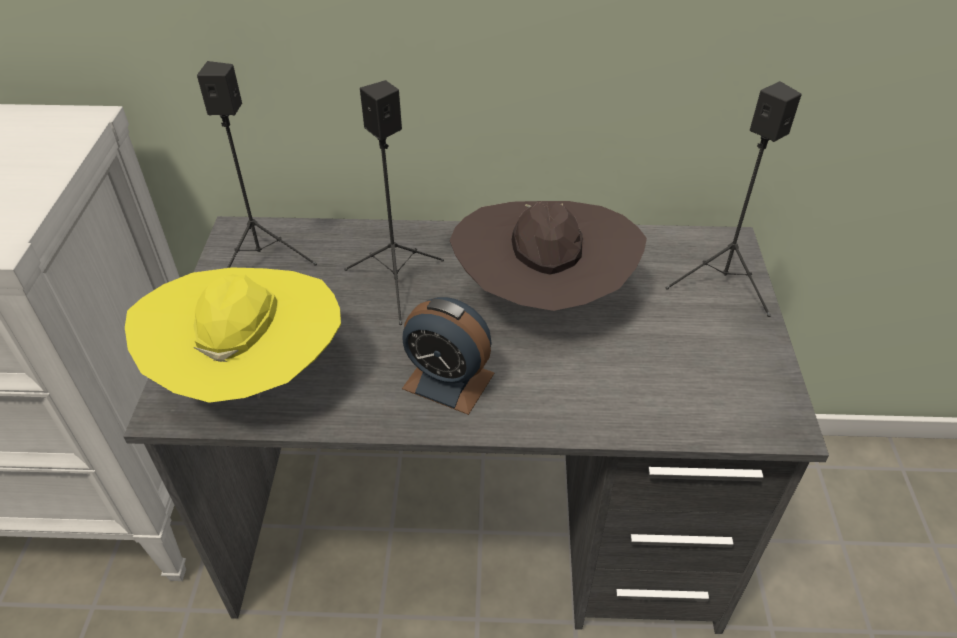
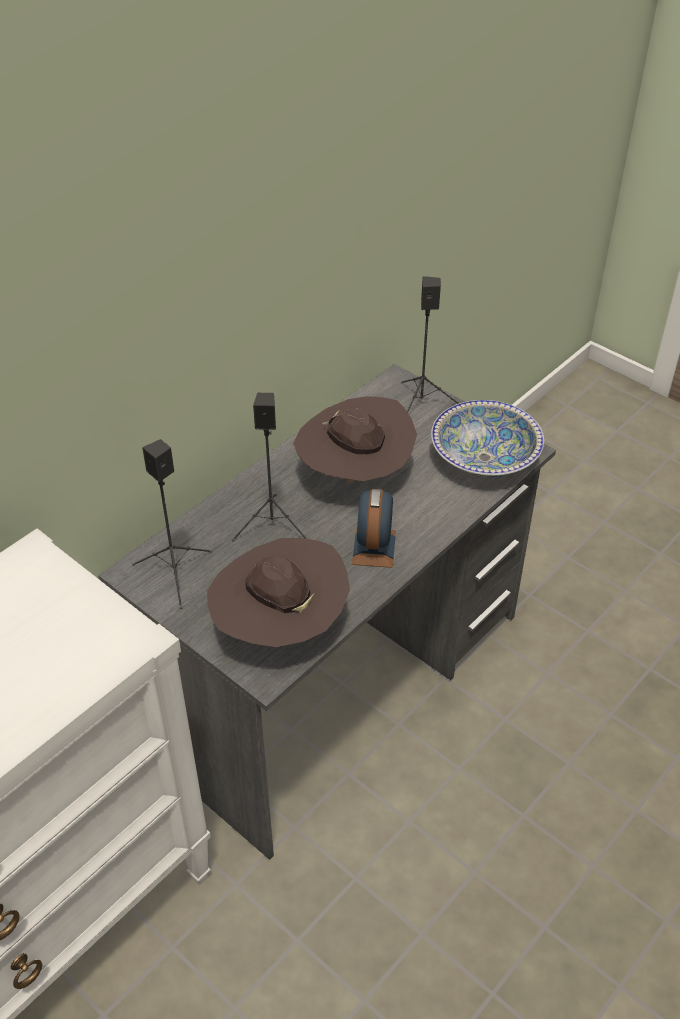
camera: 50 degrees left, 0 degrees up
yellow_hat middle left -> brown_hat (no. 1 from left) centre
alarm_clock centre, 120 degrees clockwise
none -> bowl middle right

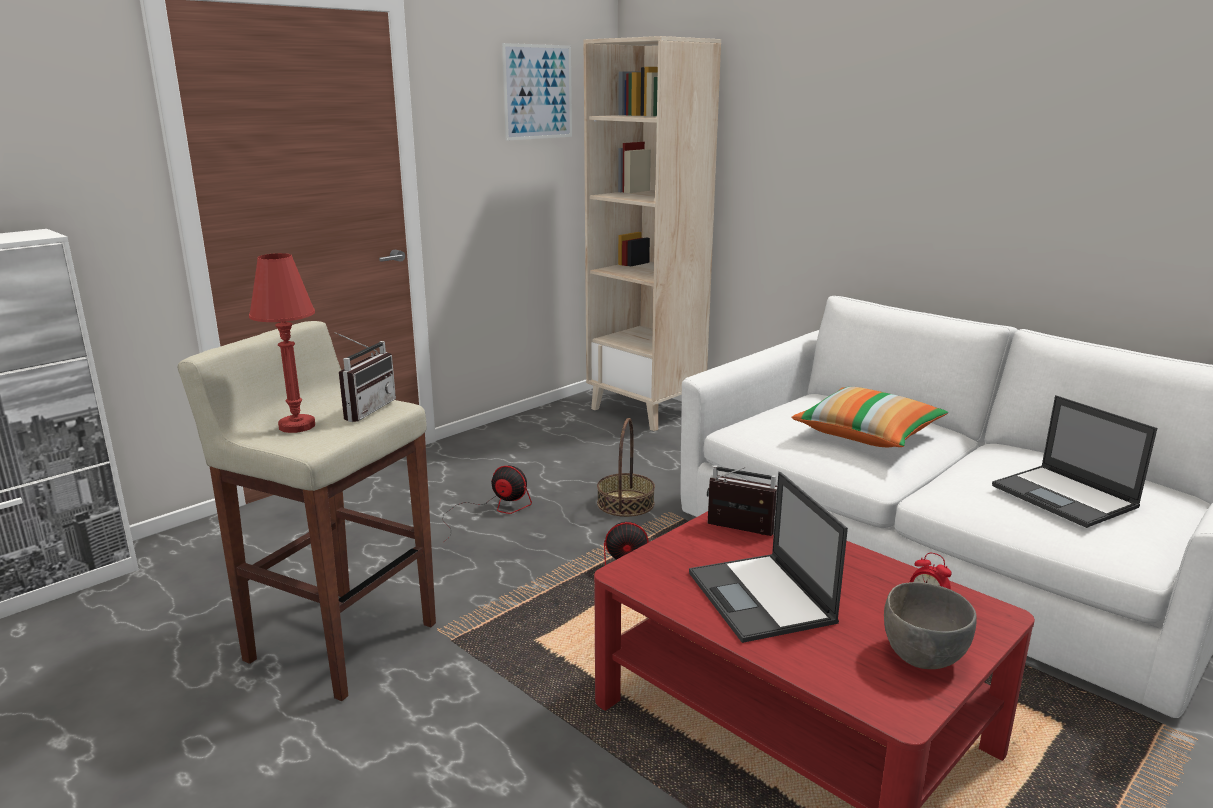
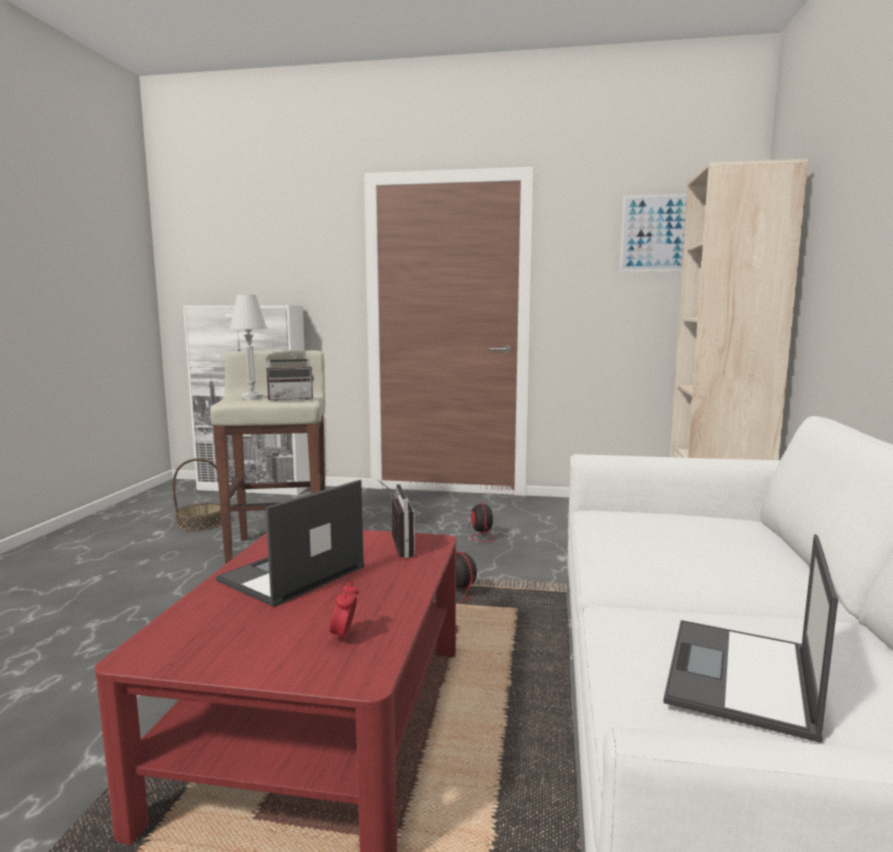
camera: 55 degrees right, 10 degrees down
red_table_lamp middle left -> white_table_lamp middle left
pillow middle right -> none
basket centre -> basket middle left, shifted
grey_bowl bottom right -> none

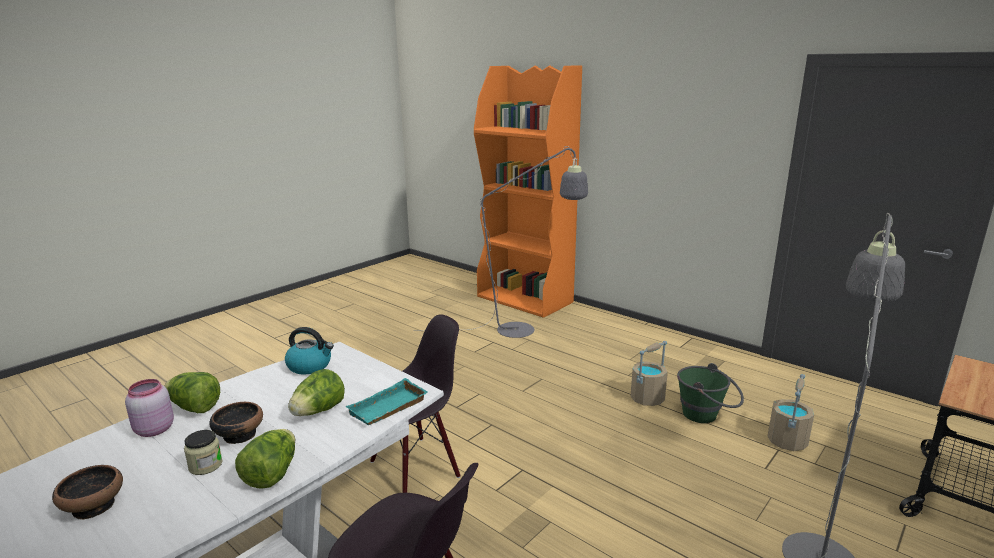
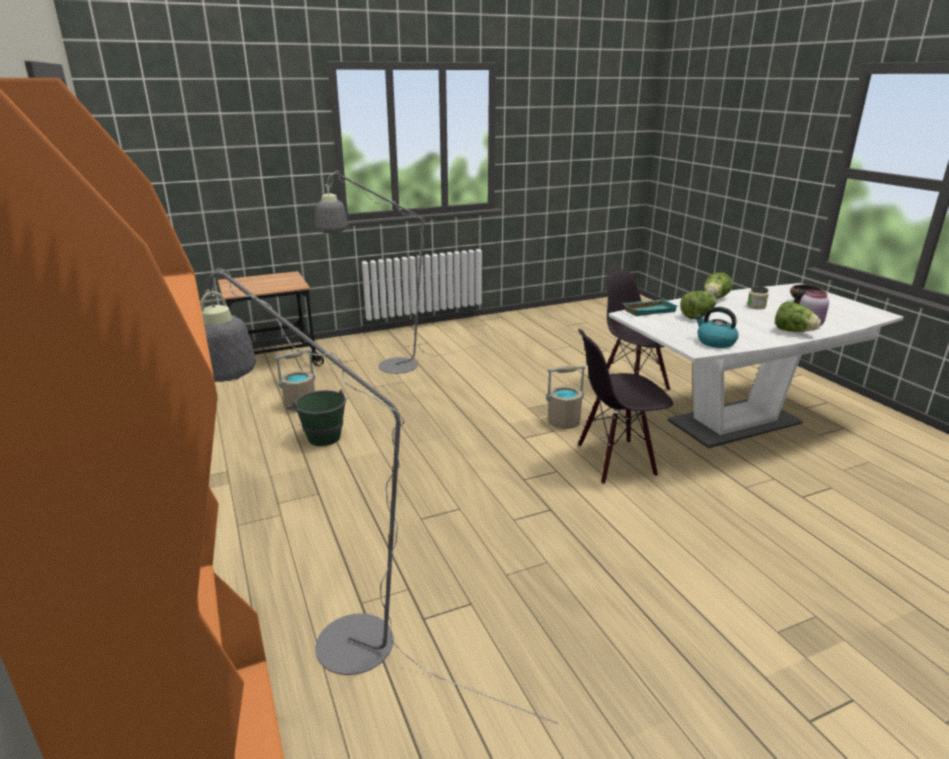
camera: 155 degrees left, 5 degrees up
beige_bucket (no. 1 from left in the first image) bottom centre -> beige_bucket (no. 2 from left) centre, shifted
bowl (no. 2 from left) bottom left -> none

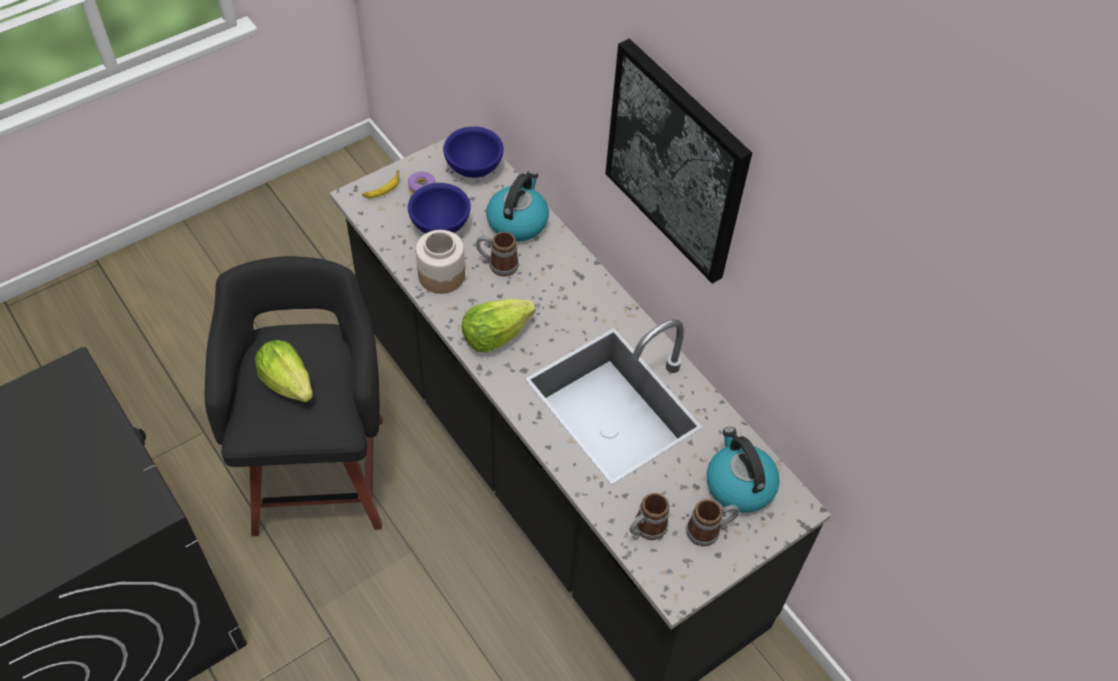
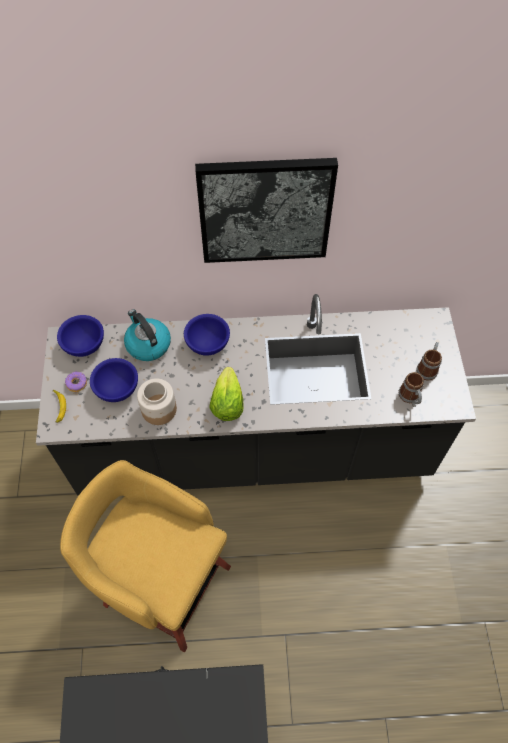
camera: 55 degrees left, 5 degrees up
mug (no. 1 from left) centre -> none
black_stool middle left -> yellow_stool bottom left
lettuce (no. 1 from left) middle left -> none
kettle (no. 2 from left) bottom centre -> none
none -> blue_bowl (no. 3 from left) centre

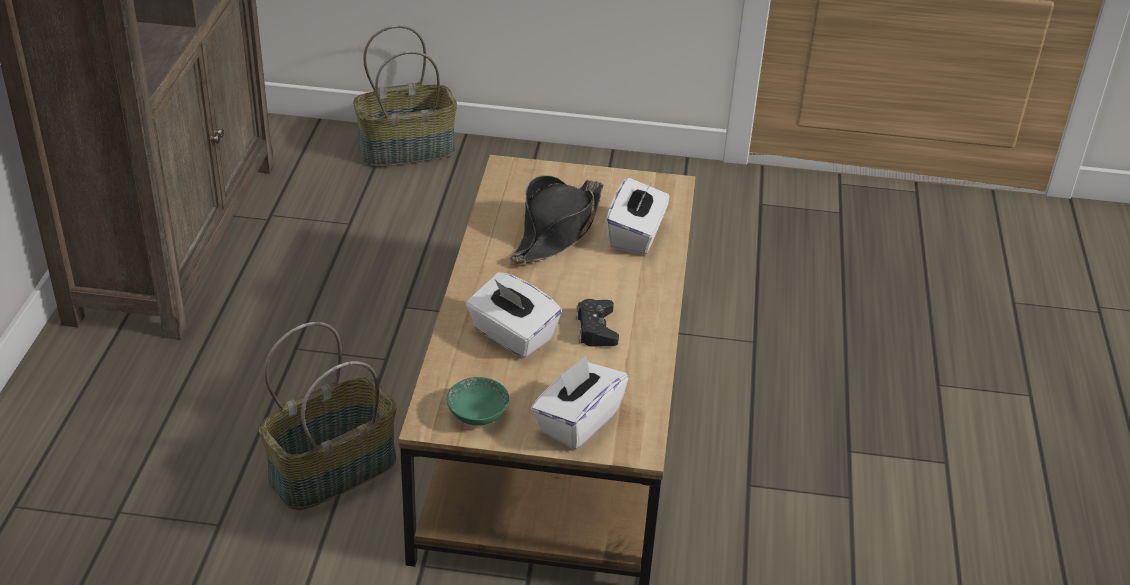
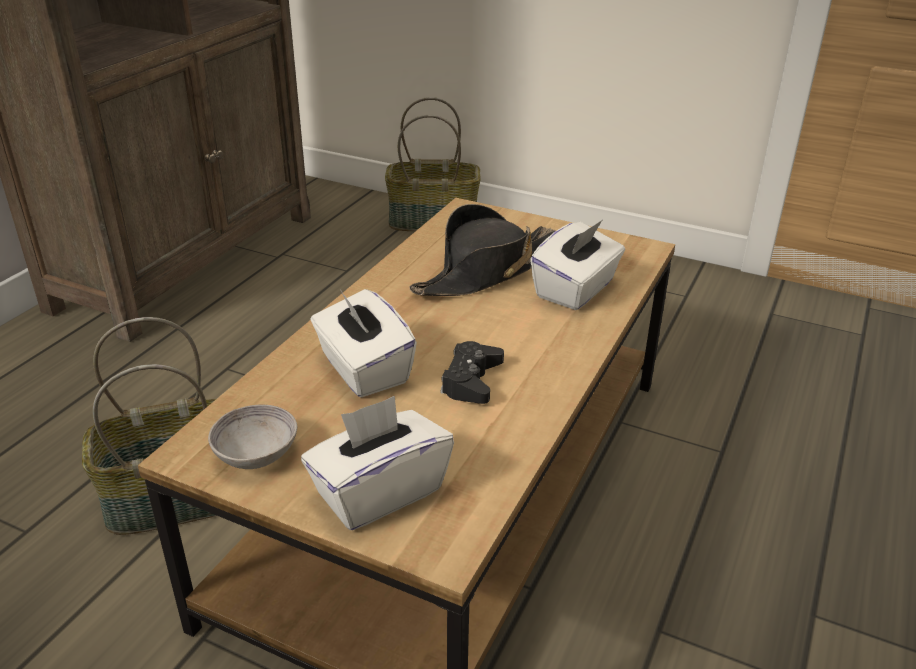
camera: 20 degrees right, 5 degrees down
green_bowl bottom centre -> grey_bowl middle left

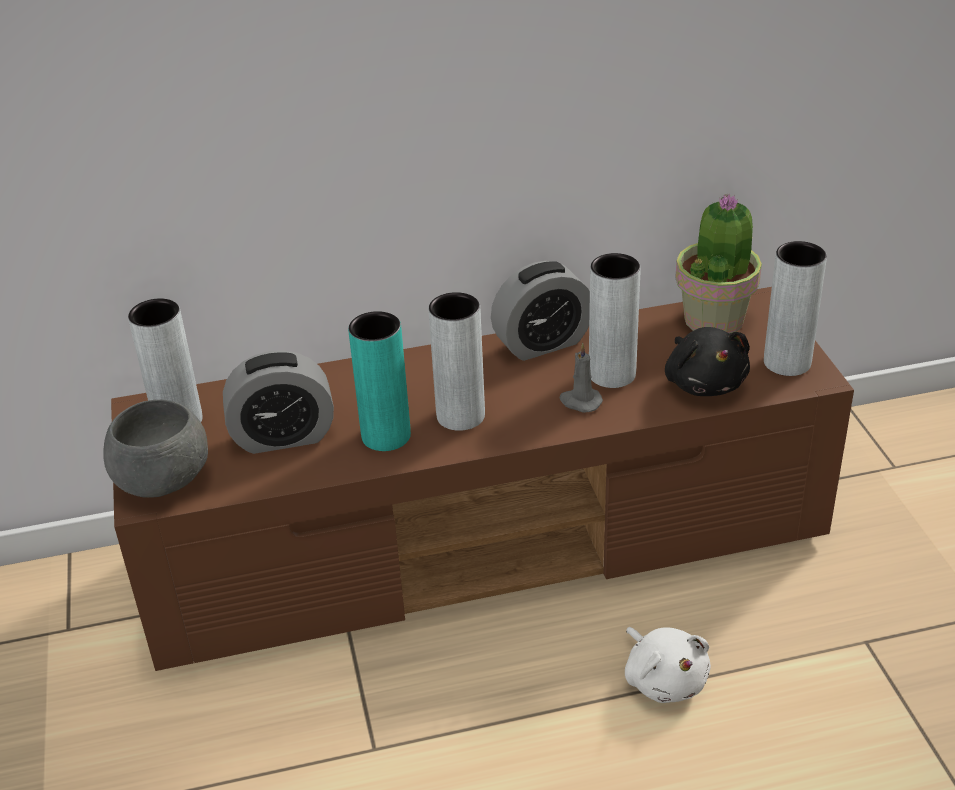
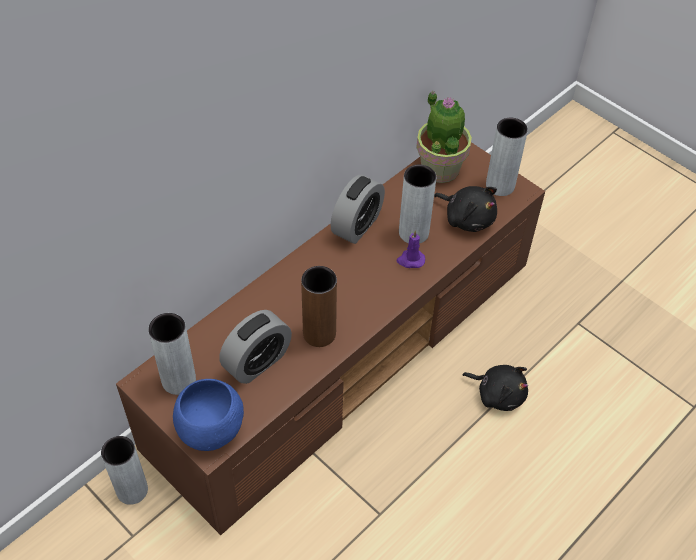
camera: 35 degrees left, 15 degrees up
grey_vase (no. 2 from left in the first image) centre -> grey_vase (no. 1 from left) bottom left, shifted
turquoise_vase centre -> brown_vase centre
grey_candle centre -> purple_candle centre
grey_bowl middle left -> blue_bowl bottom left
white_plush_toy bottom right -> black_plush_toy (no. 2 from left) bottom right

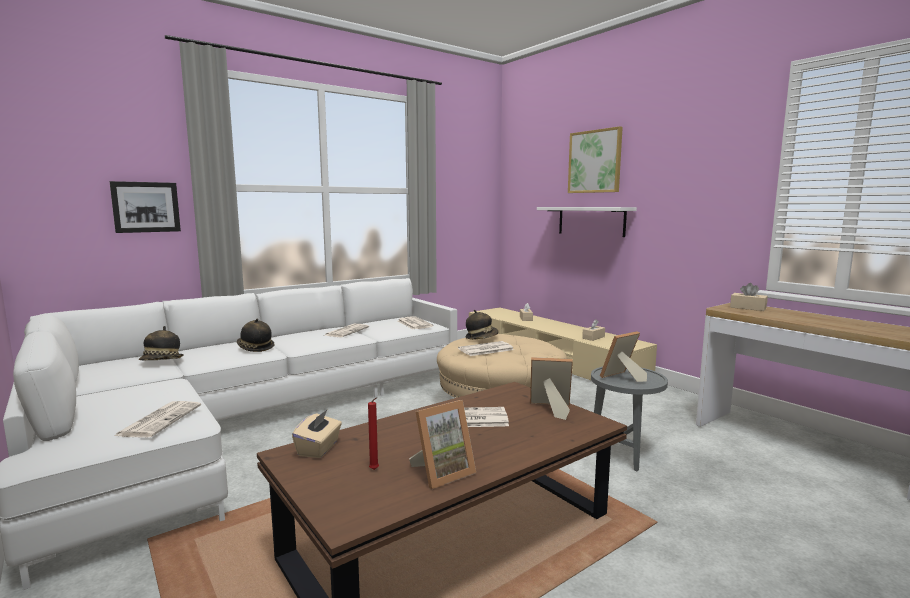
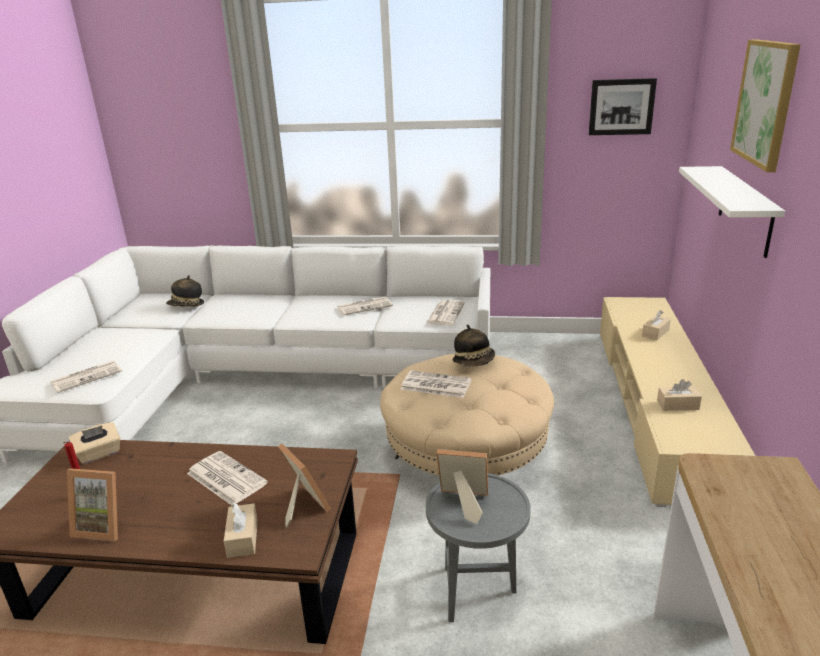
camera: 45 degrees right, 15 degrees up
picture (no. 1 from left) middle left -> picture (no. 1 from left) top right, shifted
beige_tissue_box (no. 4 from left in the first image) middle right -> beige_tissue_box (no. 2 from left) bottom left, shifted
hat (no. 2 from left) middle left -> none

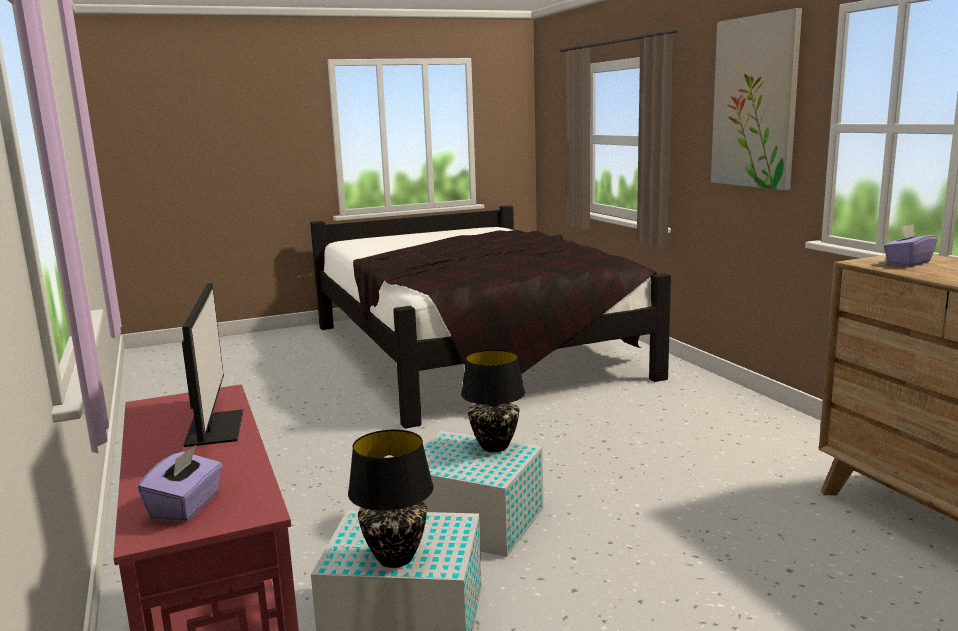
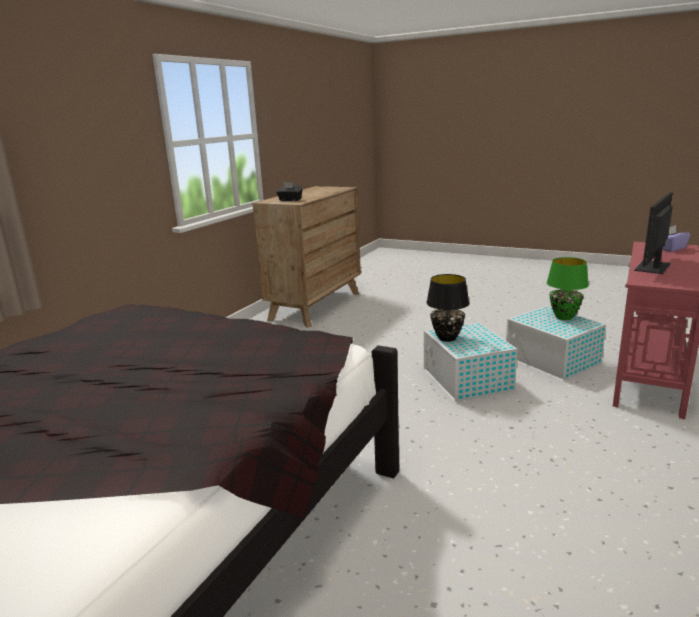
camera: 130 degrees left, 5 degrees up
picture top right -> none
purple_tissue_box (no. 2 from left) middle right -> black_tissue_box top centre
black_table_lamp (no. 1 from left) bottom centre -> green_table_lamp middle right

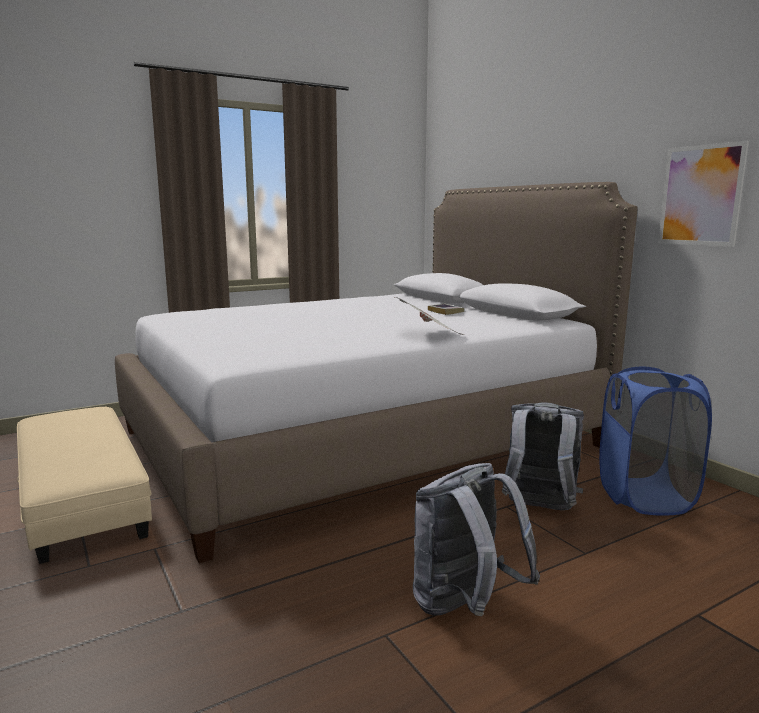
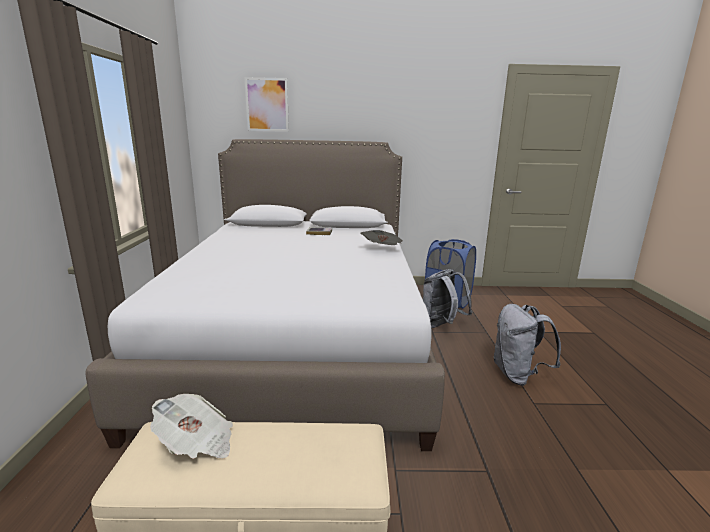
camera: 60 degrees left, 5 degrees up
picture top right -> picture top centre, shifted
none -> newspaper (no. 1 from left) bottom left

